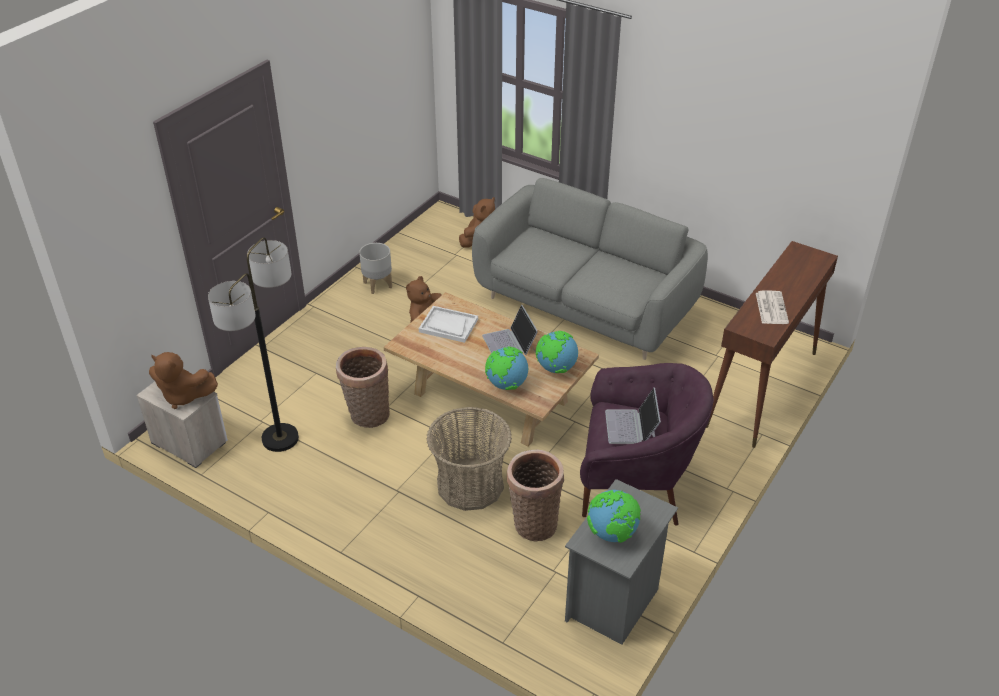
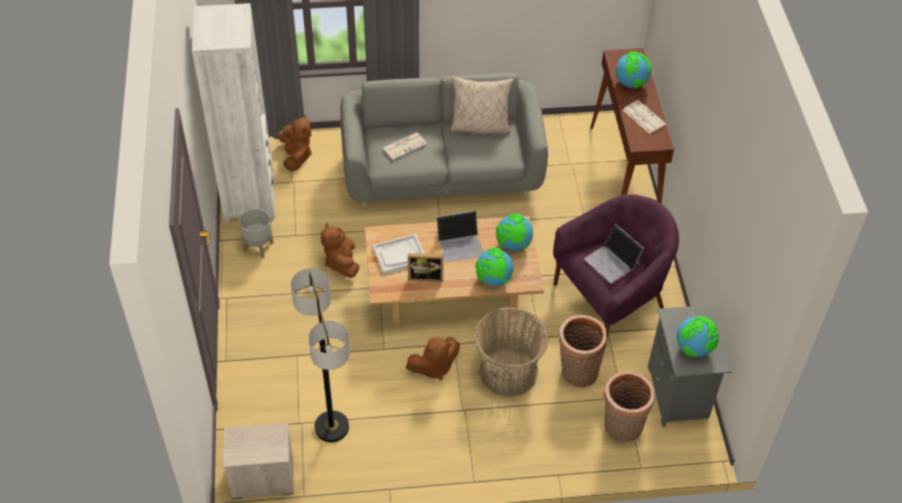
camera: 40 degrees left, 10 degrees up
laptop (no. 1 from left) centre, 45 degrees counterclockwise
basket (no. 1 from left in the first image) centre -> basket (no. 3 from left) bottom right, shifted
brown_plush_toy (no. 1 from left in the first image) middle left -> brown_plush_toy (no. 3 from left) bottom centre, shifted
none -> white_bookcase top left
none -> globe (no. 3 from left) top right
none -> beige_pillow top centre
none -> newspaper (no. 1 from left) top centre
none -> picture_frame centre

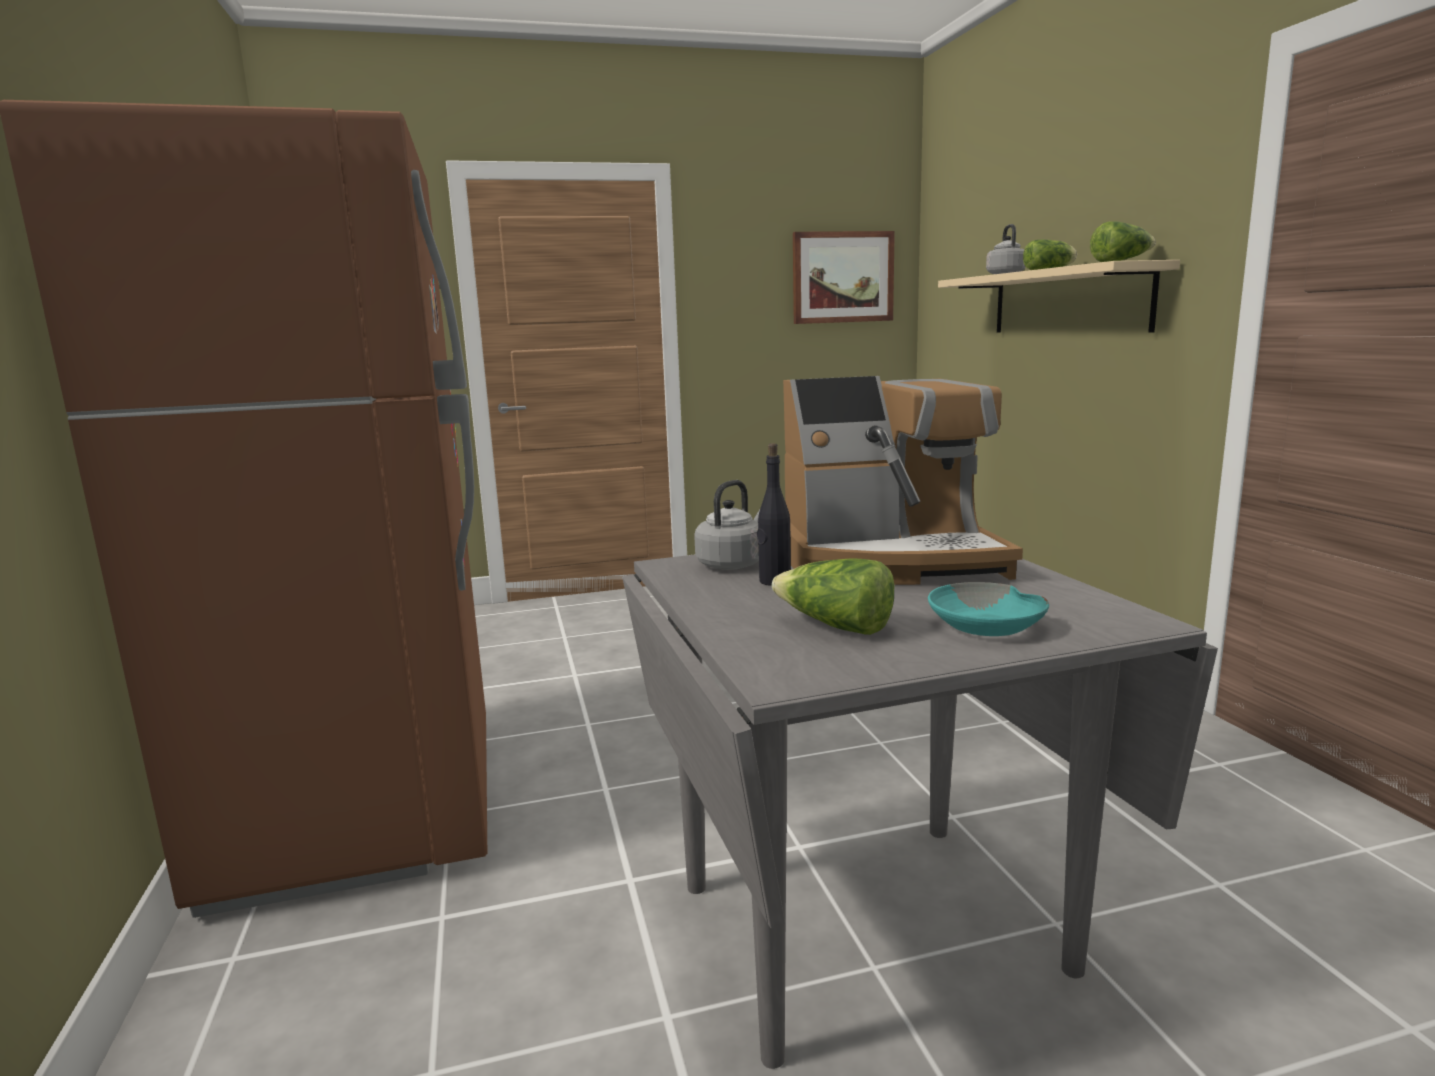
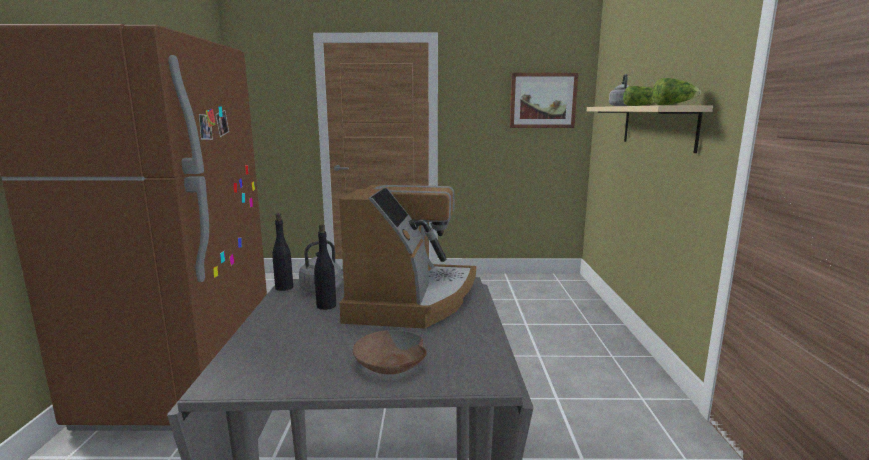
camera: 15 degrees right, 0 degrees up
coffee_machine centre, 90 degrees counterclockwise
lettuce (no. 1 from left) centre -> none
turquoise_bowl middle right -> brown_bowl bottom centre
none -> black_bottle (no. 1 from left) middle left

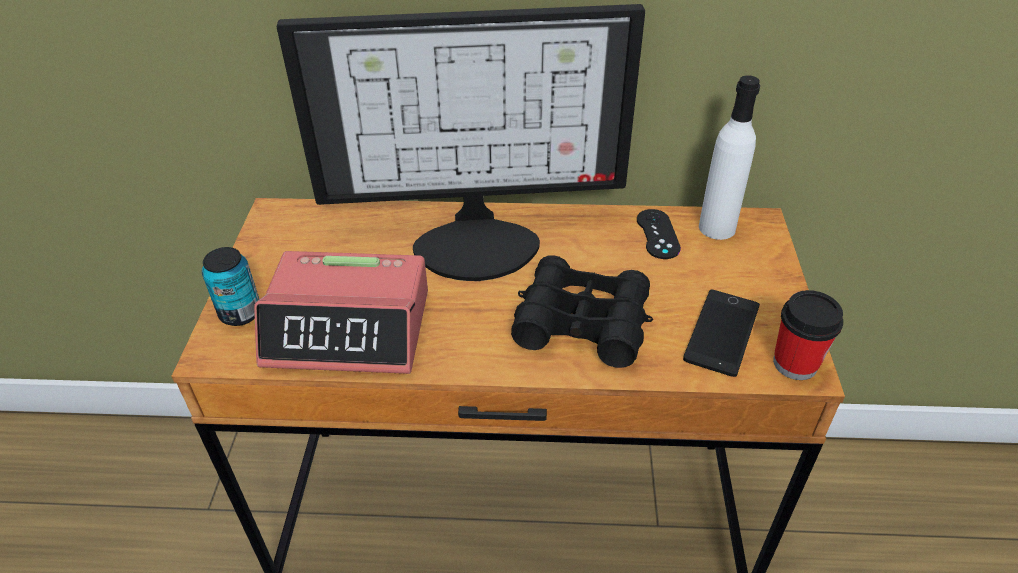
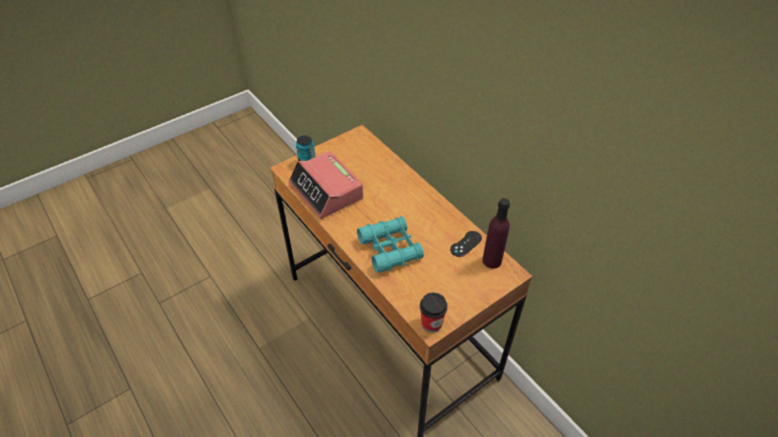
camera: 50 degrees right, 5 degrees up
monitor top centre -> none
white_bottle top right -> purple_bottle centre
black_binoculars centre -> turquoise_binoculars centre
phone middle right -> none

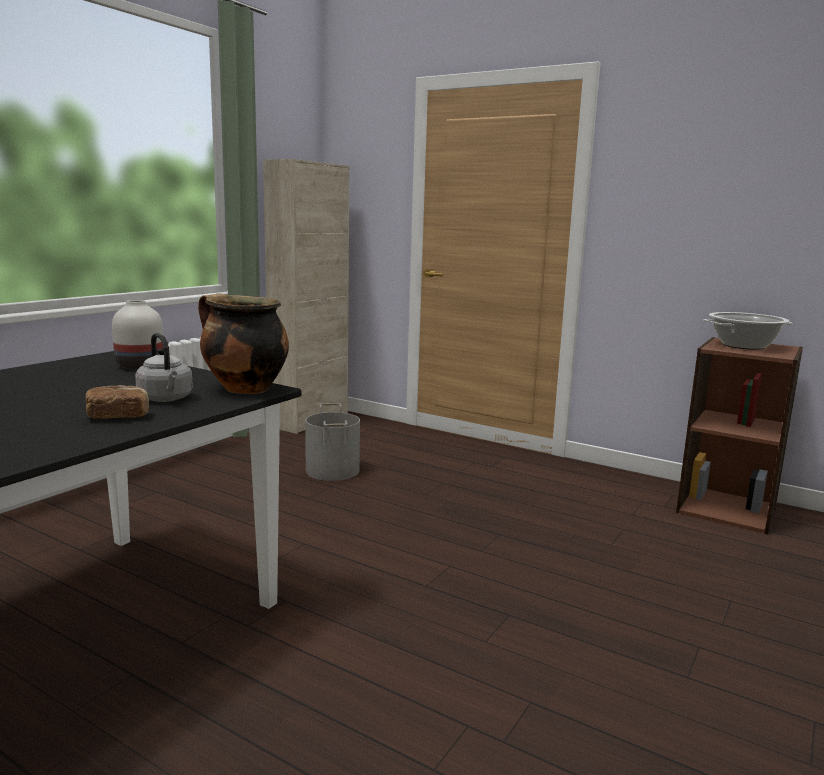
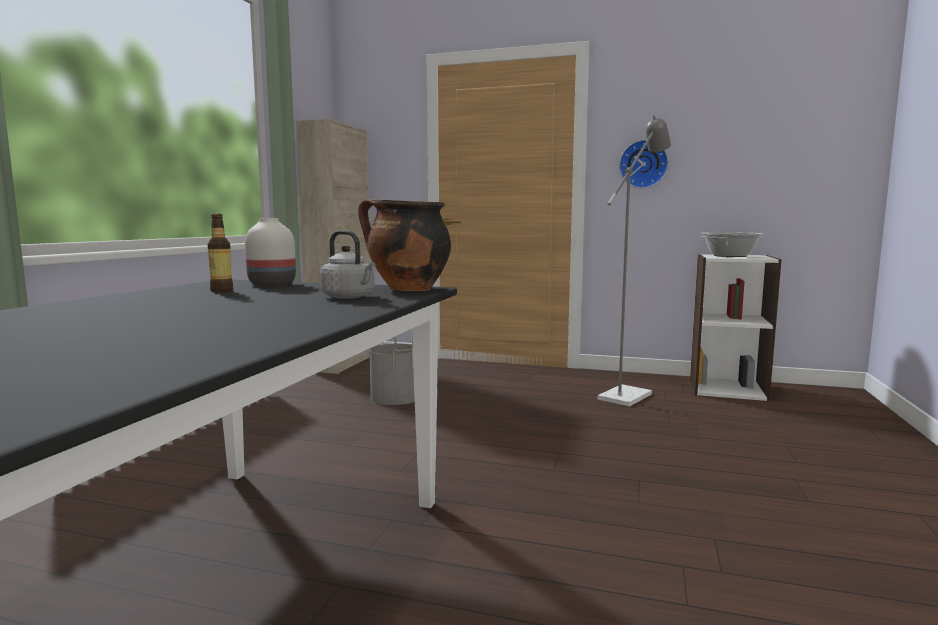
camera: 15 degrees left, 5 degrees down
brown_bookcase middle right -> white_bookcase middle right
bread middle left -> none
none -> grey_floor_lamp middle right
none -> wall_clock top right
none -> bottle middle left

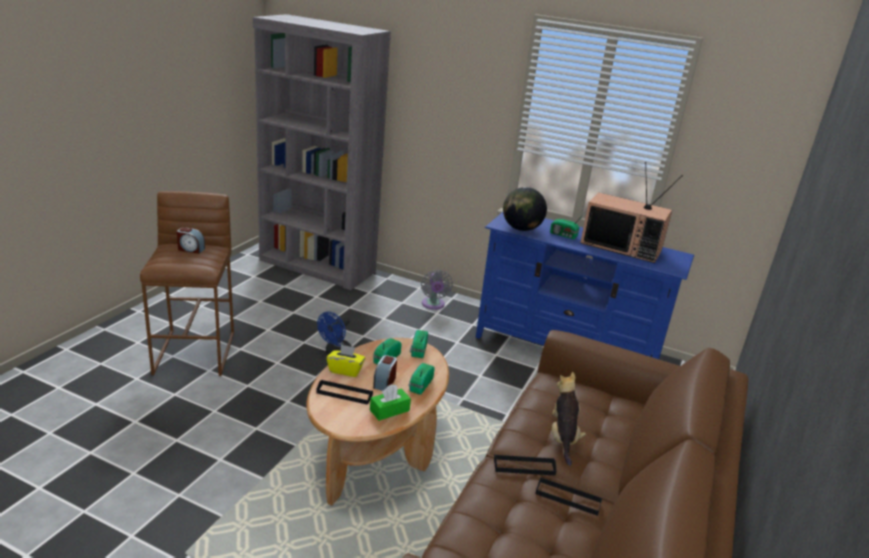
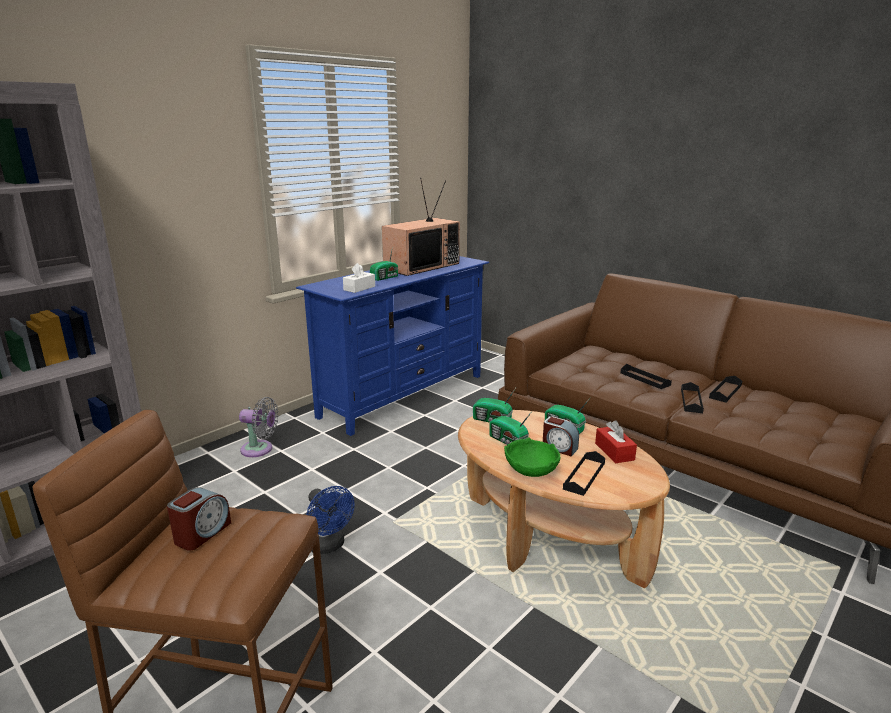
camera: 70 degrees left, 5 degrees down
globe centre -> white_tissue_box centre
yellow_tissue_box centre -> green_bowl centre
plush_toy bottom centre -> black_tray (no. 2 from left) middle right
green_tissue_box bottom centre -> red_tissue_box middle right

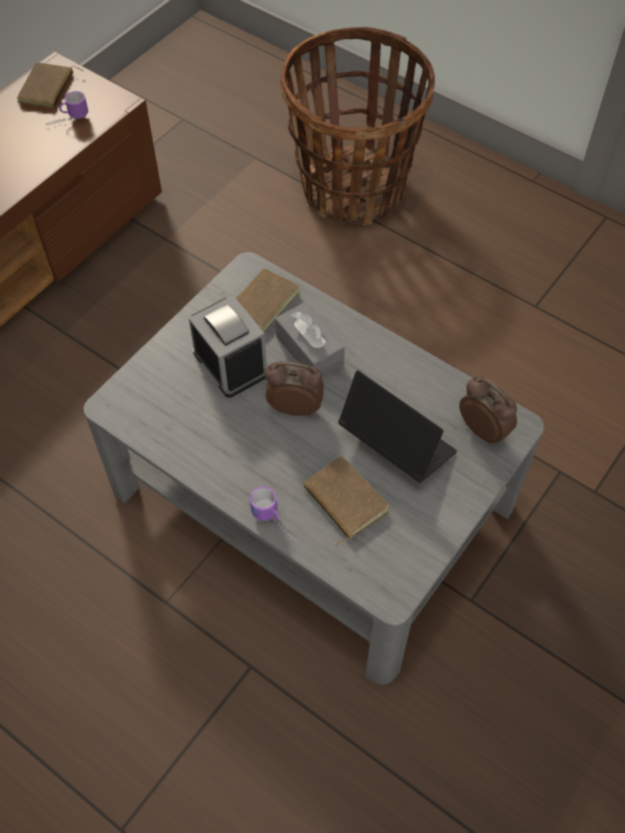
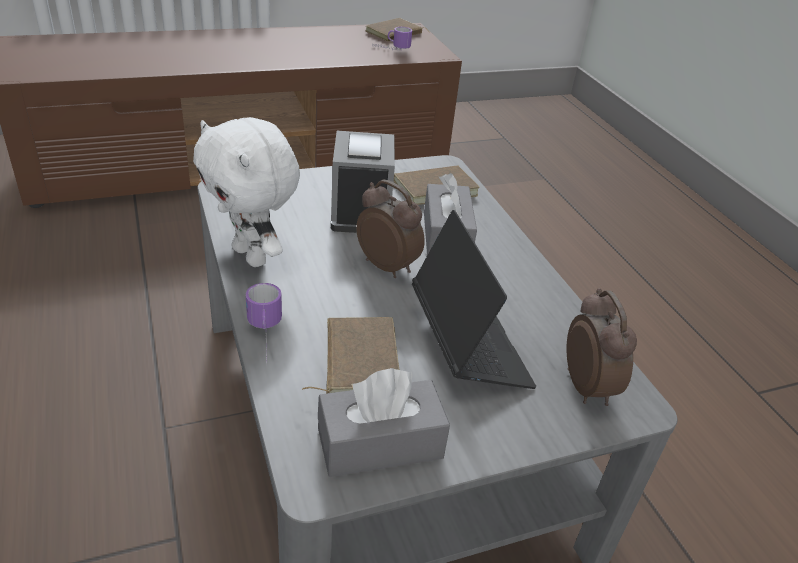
camera: 30 degrees right, 20 degrees down
basket top centre -> none
none -> white_plush_toy middle left
none -> grey_tissue_box (no. 1 from left) bottom centre

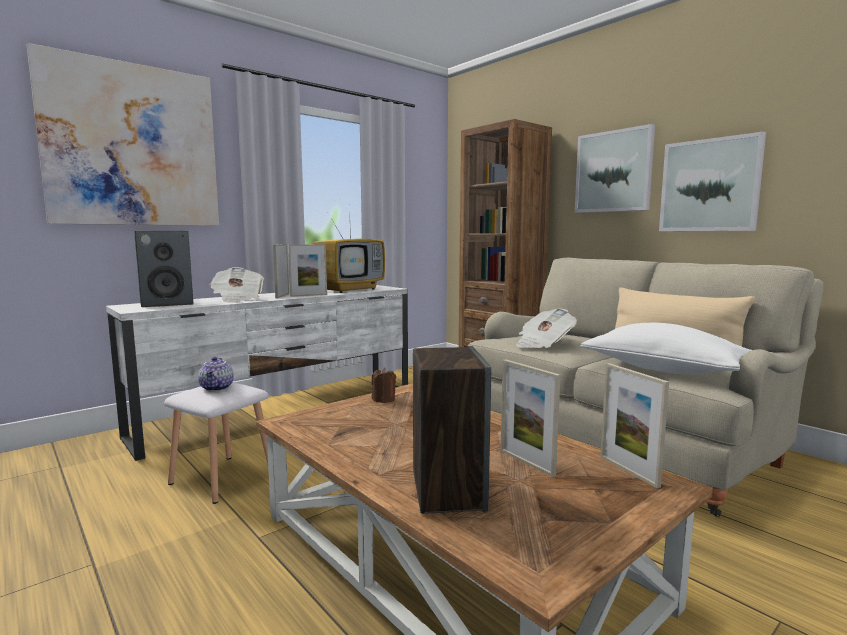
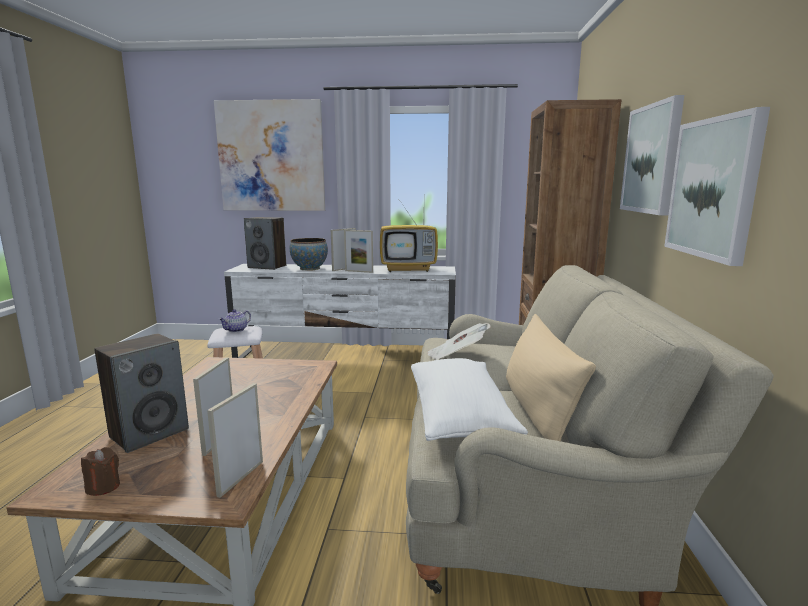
camera: 45 degrees right, 5 degrees up
newspaper (no. 1 from left) middle left -> bowl centre
brown_candle centre -> brown_candle bottom left, shifted

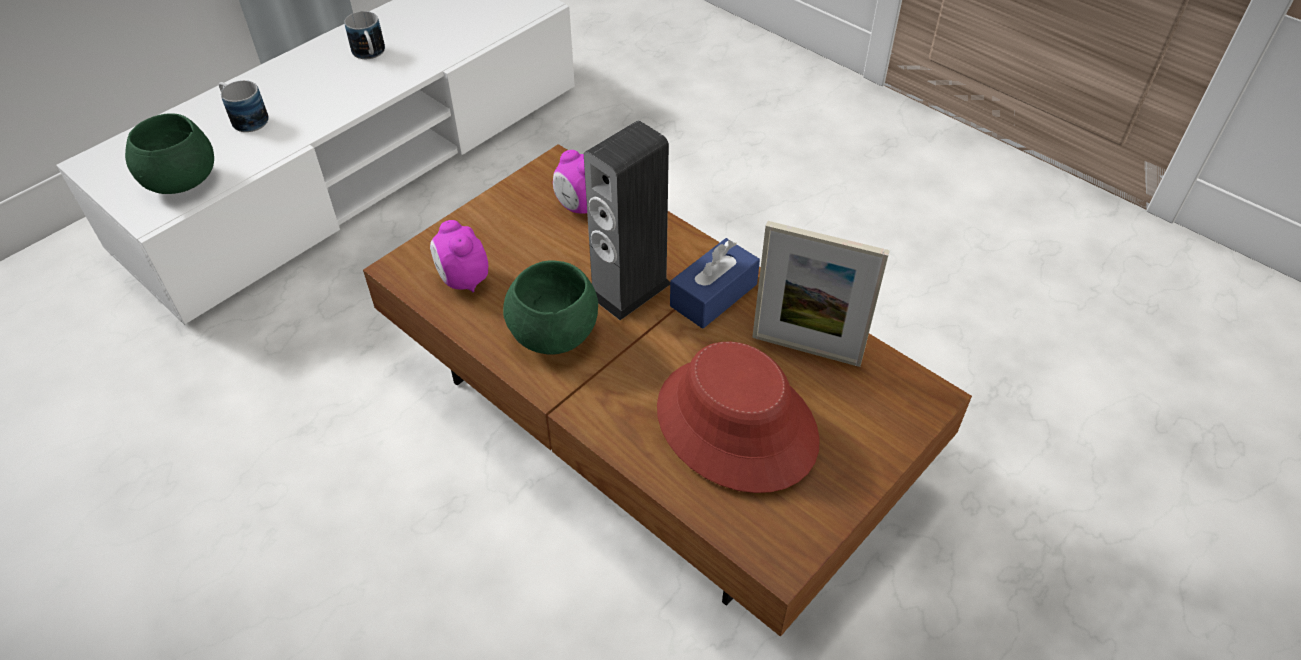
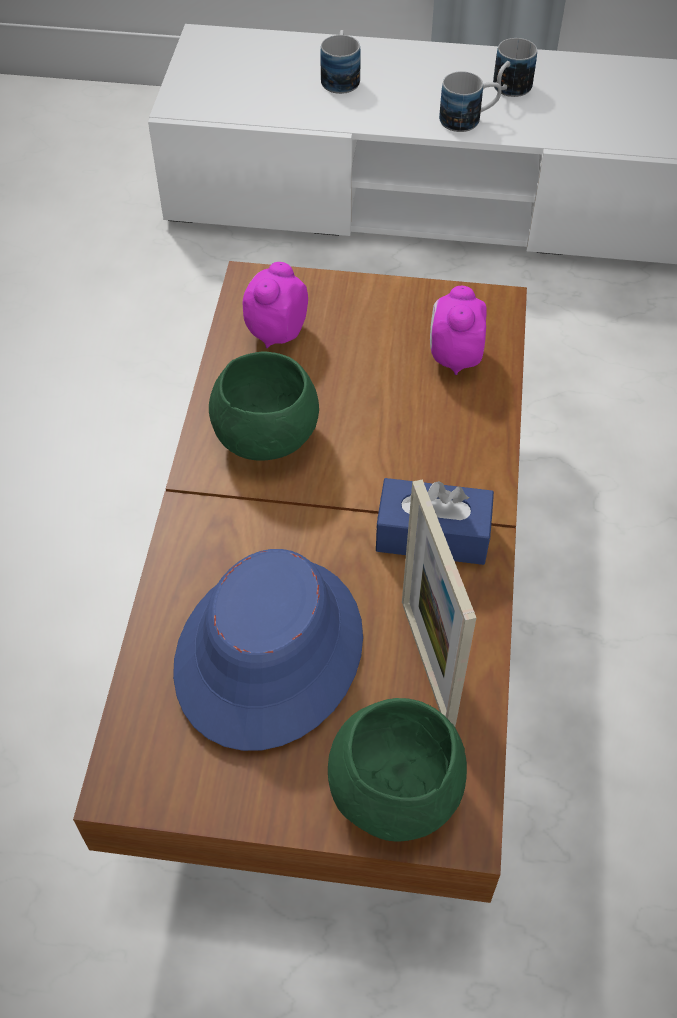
camera: 55 degrees right, 5 degrees up
green_bowl (no. 1 from left in the first image) top left -> green_bowl (no. 2 from left) bottom centre, shifted
speaker centre -> none
red_hat centre -> blue_hat centre
none -> mug (no. 2 from left) top right

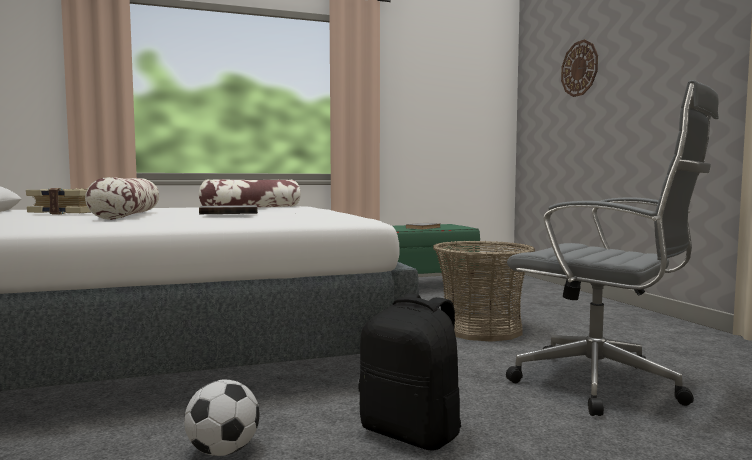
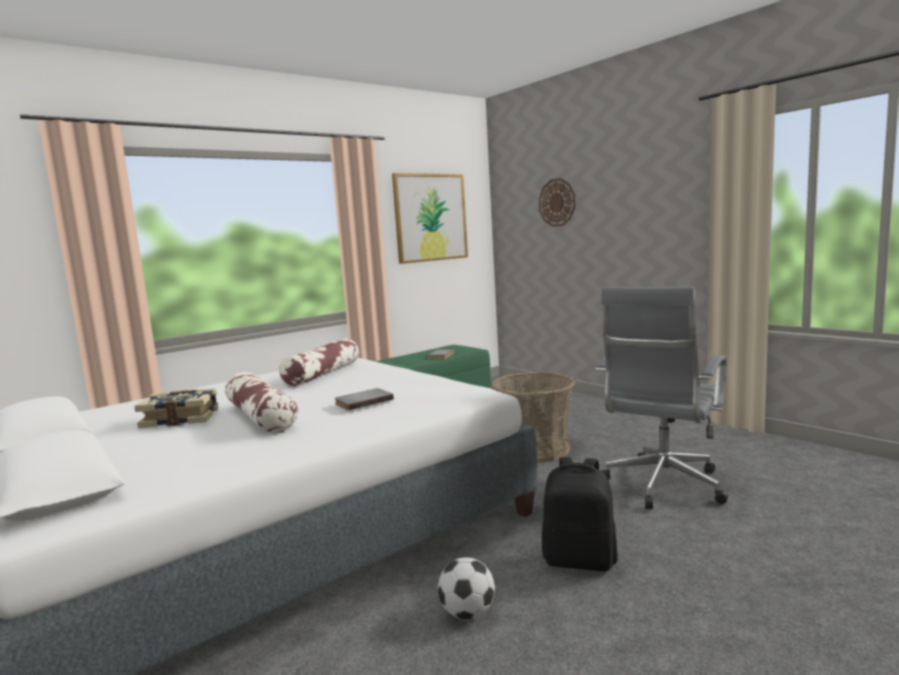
camera: 20 degrees left, 5 degrees up
grey_office_chair middle right, 105 degrees clockwise
none -> picture top centre

